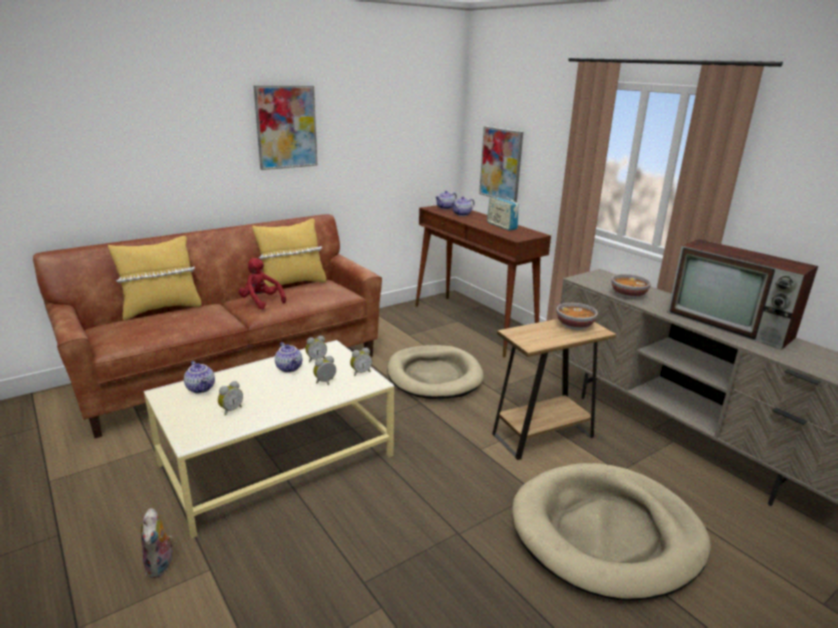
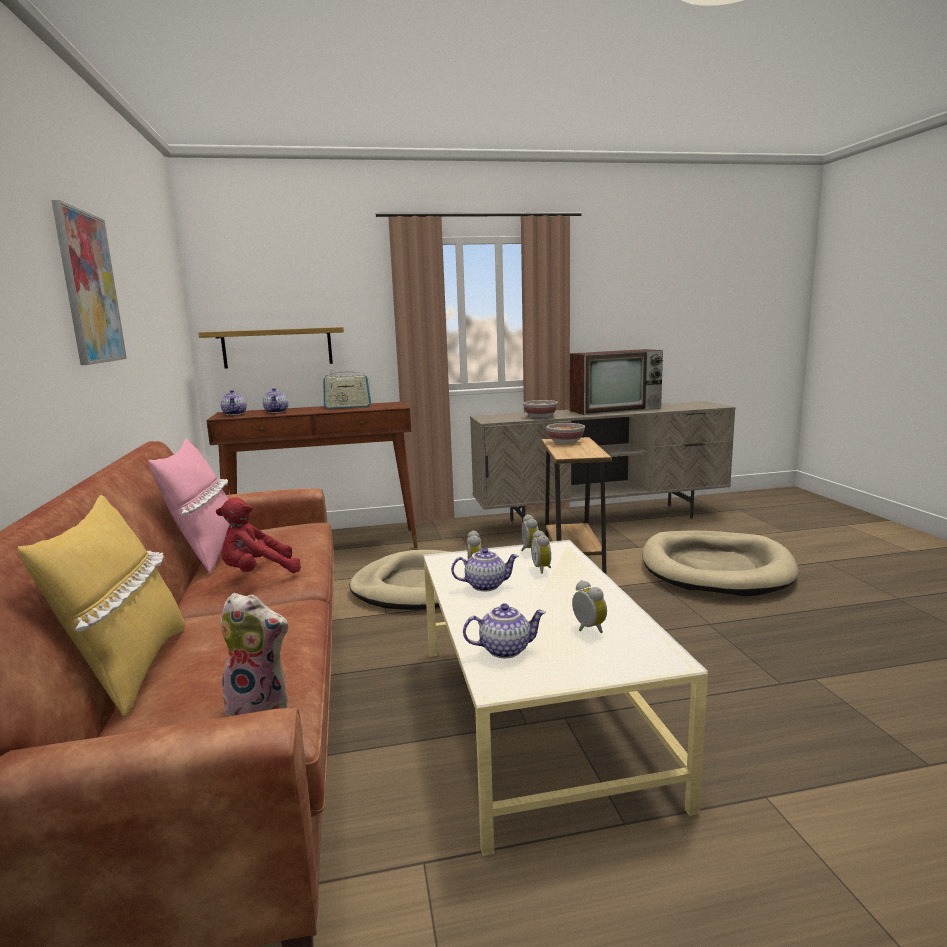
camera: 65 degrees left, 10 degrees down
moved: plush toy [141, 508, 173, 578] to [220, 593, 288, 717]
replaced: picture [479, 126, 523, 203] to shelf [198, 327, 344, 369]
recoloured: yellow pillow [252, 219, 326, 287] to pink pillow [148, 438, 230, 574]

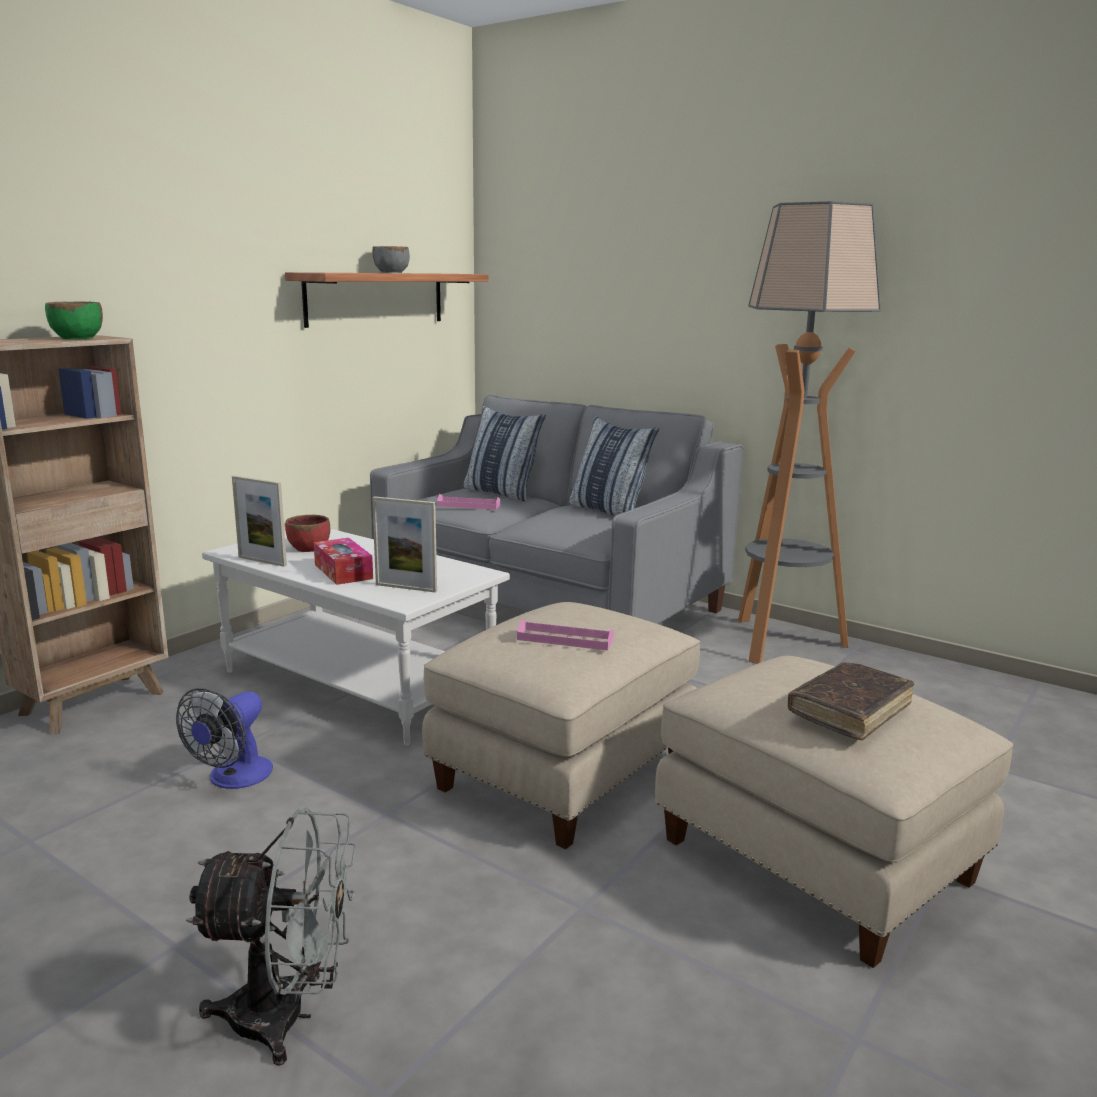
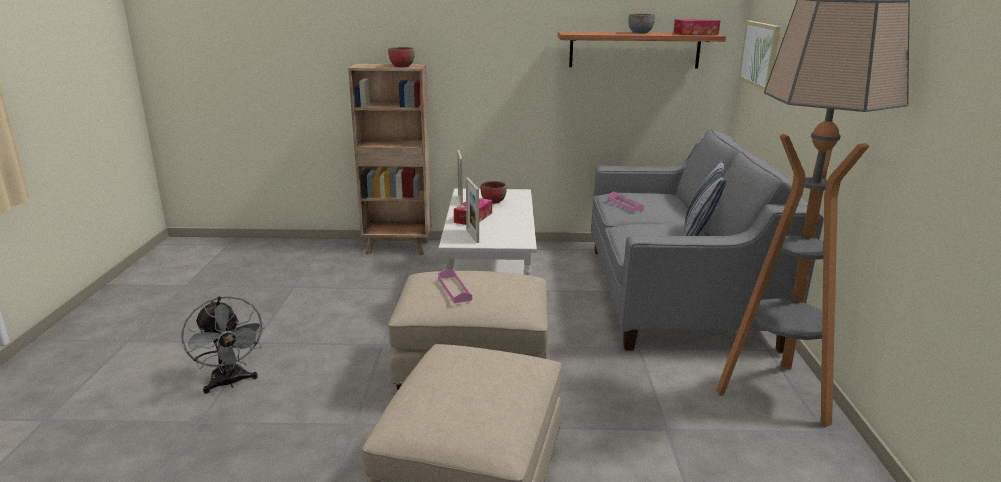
camera: 55 degrees right, 5 degrees up
removed: fan [176, 688, 273, 789]; pillow [463, 406, 546, 502]; brown book [788, 662, 915, 740]
added: tissue box [673, 19, 720, 35]; picture [738, 21, 781, 90]
recoloured: green bowl [45, 302, 103, 339] to red bowl [388, 47, 414, 67]

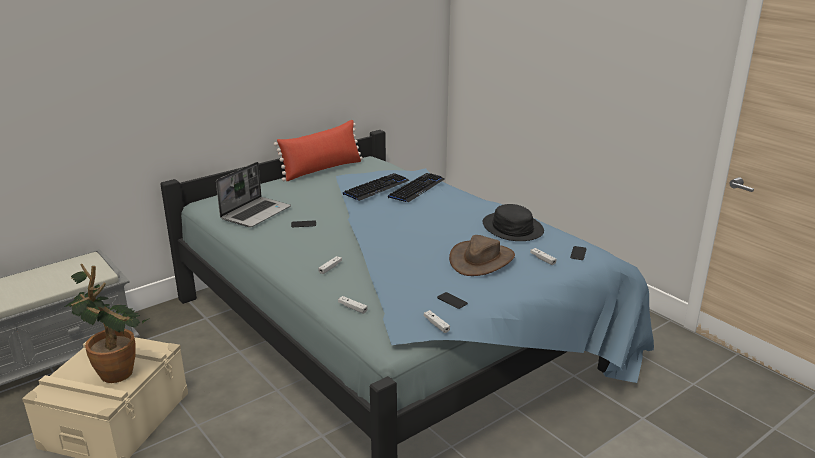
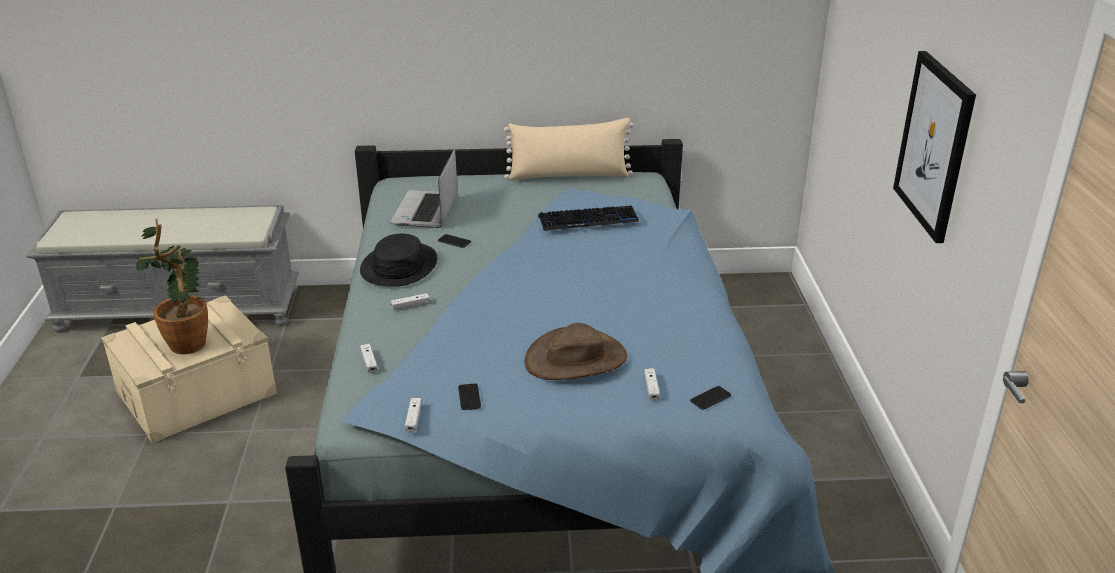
camera: 35 degrees right, 5 degrees up
removed: keyboard [388, 173, 445, 202]
added: picture [893, 51, 976, 243]
moved: black hat [483, 204, 544, 241] to [360, 233, 437, 287]
recoloured: red pillow [274, 120, 363, 181] to beige pillow [504, 118, 634, 180]
turned: laptop [216, 162, 291, 227] = [390, 149, 458, 228] 120 degrees clockwise

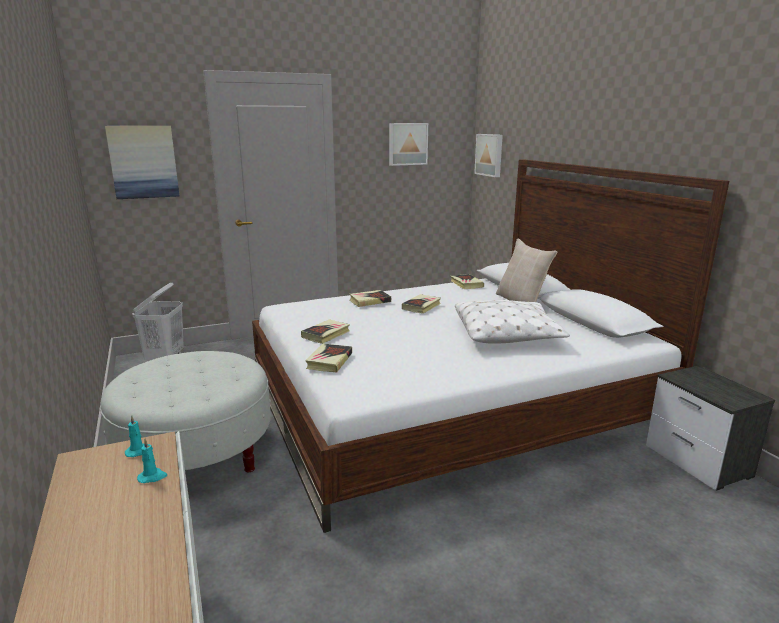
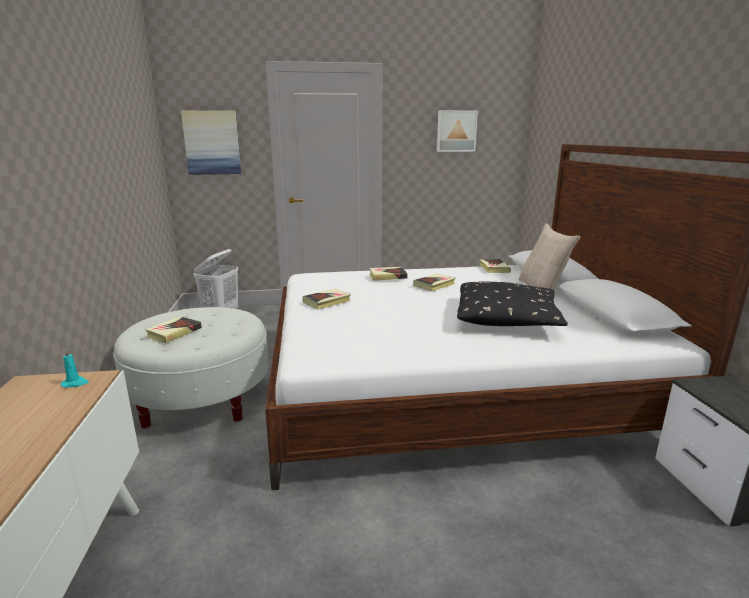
camera: 15 degrees right, 0 degrees up
removed: turquoise candle [137, 439, 167, 483]; picture [474, 134, 503, 177]
moved: book [305, 343, 352, 372] to [145, 316, 202, 343]
recoloured: white pillow [455, 300, 570, 344] to black pillow [457, 281, 568, 326]

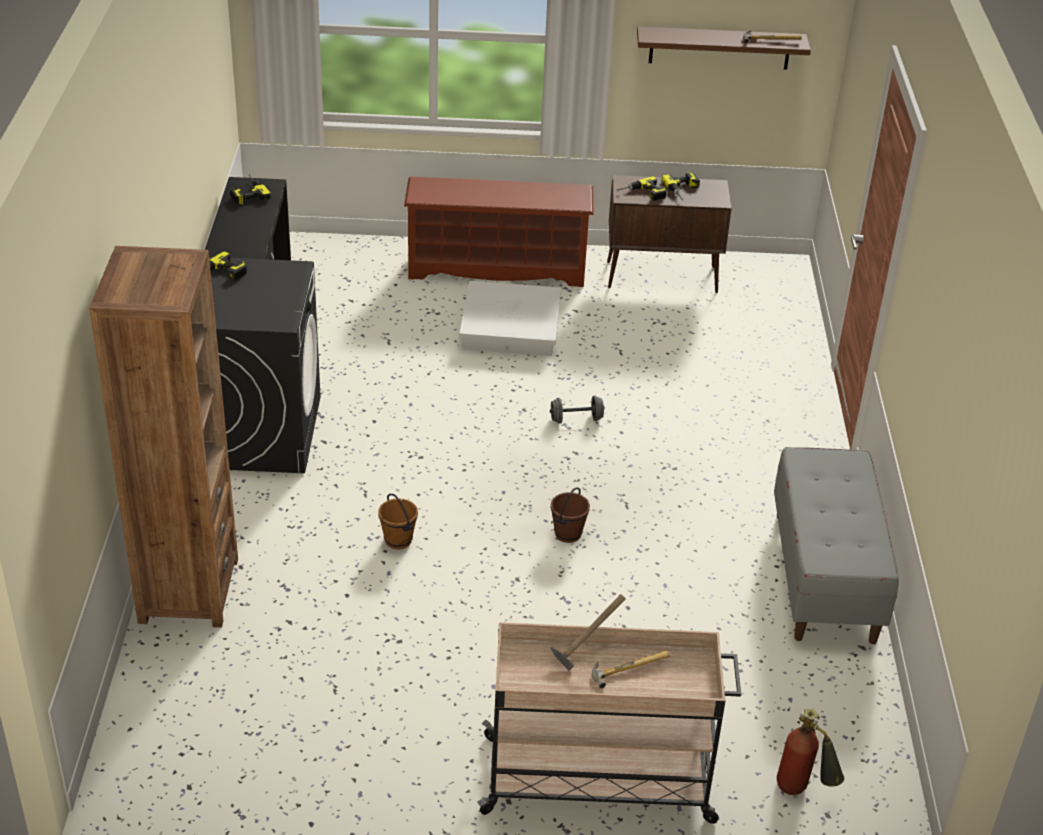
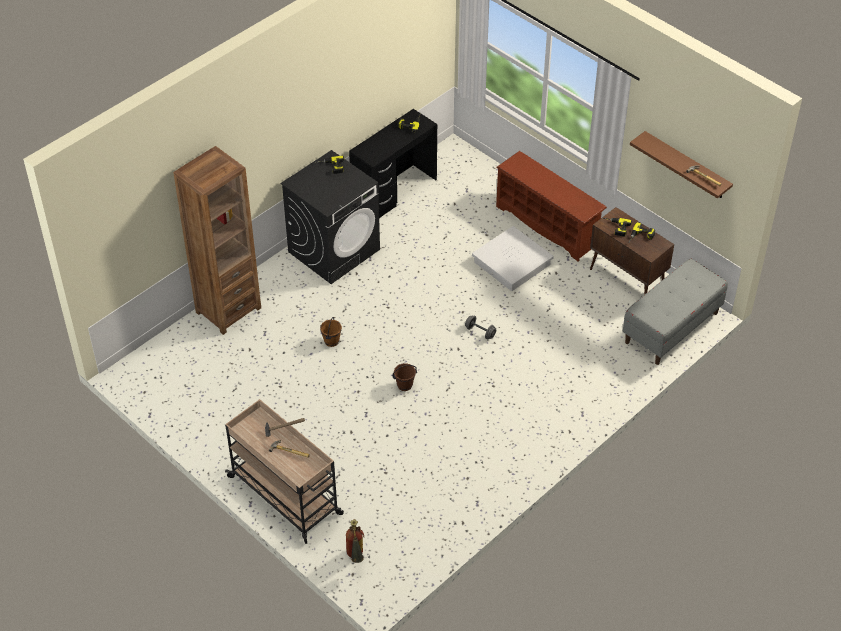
camera: 45 degrees right, 10 degrees up
moved: grey bench [774, 447, 899, 644] to [623, 258, 728, 365]

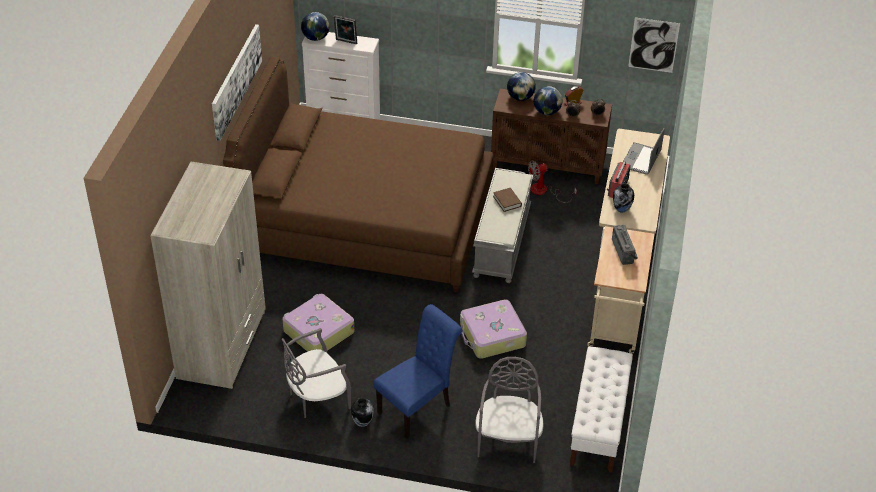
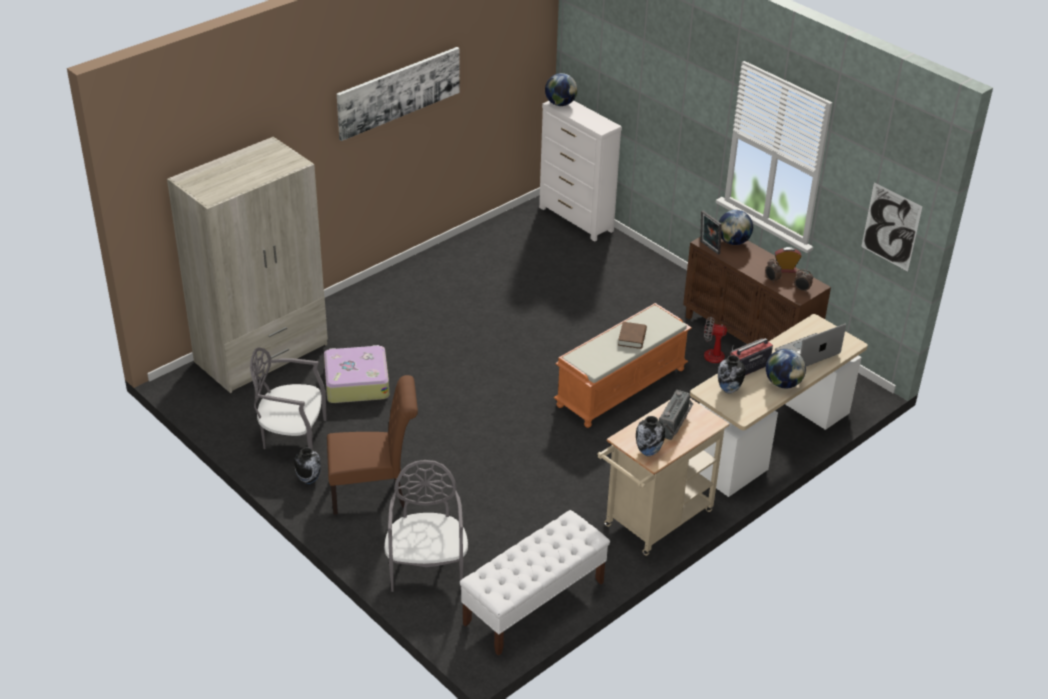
camera: 35 degrees right, 5 degrees down
removed: brown bed [223, 57, 493, 292]; suitcase [460, 299, 527, 359]
added: vase [636, 416, 665, 456]
moved: picture frame [334, 15, 357, 44] to [700, 211, 722, 255]; globe [534, 86, 563, 115] to [766, 349, 806, 388]
recoloured: blue chair [374, 304, 462, 438] to brown chair [327, 375, 418, 515]; grey bench [472, 168, 533, 283] to orange bench [554, 303, 692, 428]
turned: grey chair [475, 357, 543, 463] = [384, 460, 468, 592] 45 degrees counterclockwise

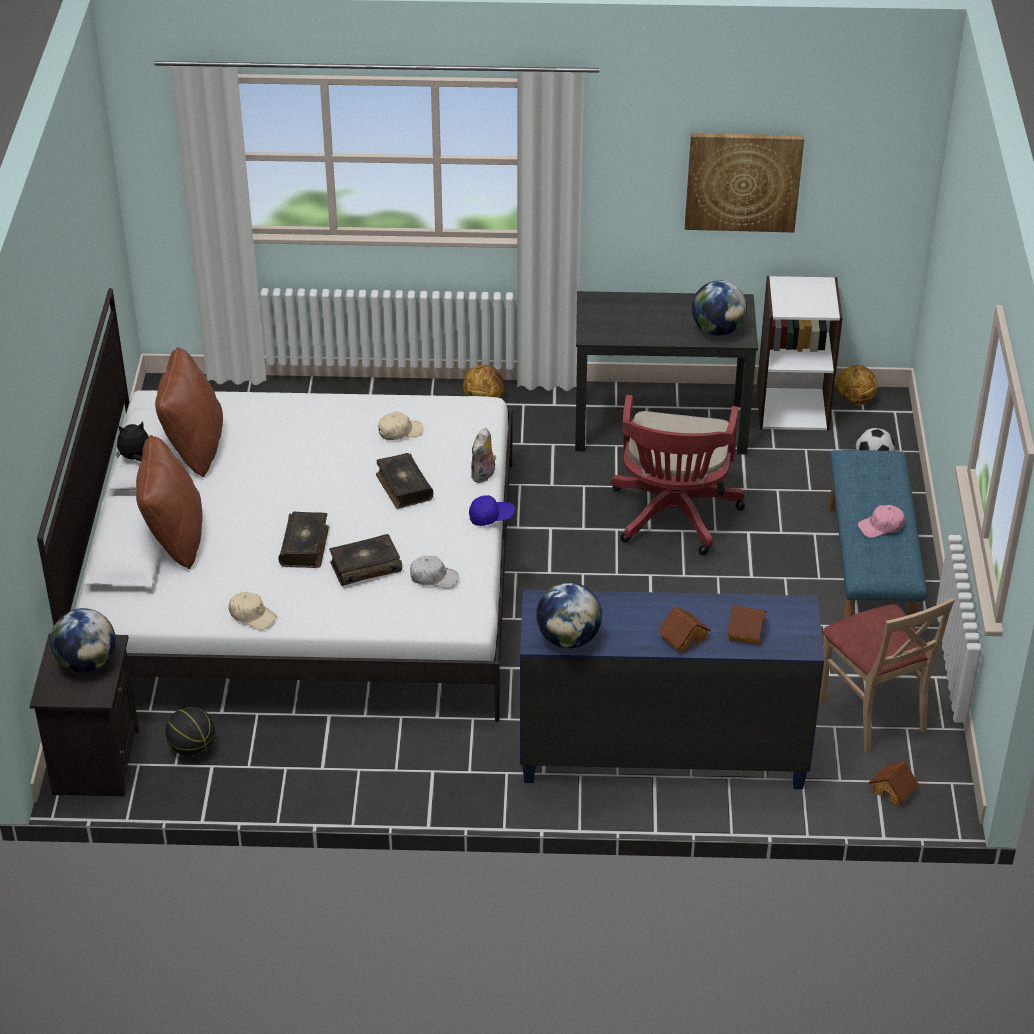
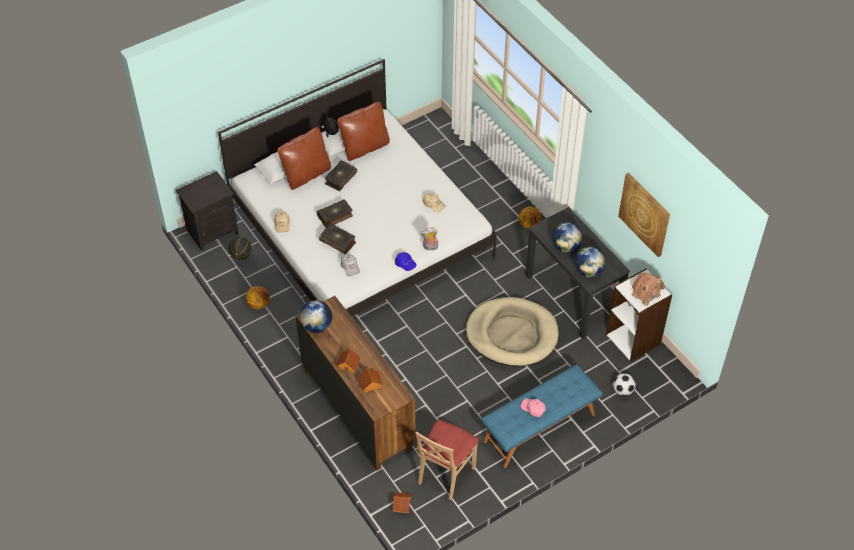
camera: 55 degrees right, 10 degrees up
added: toy house [631, 273, 664, 307]
moved: basketball [836, 365, 878, 406] to [246, 286, 269, 309]; book [376, 453, 434, 509] to [324, 160, 357, 191]; globe [50, 608, 116, 673] to [552, 222, 583, 253]
replaced: red office chair [611, 395, 745, 555] to beige dog bed [466, 297, 559, 366]
recoloured: blue dresser [520, 590, 824, 789] to brown dresser [295, 296, 416, 470]

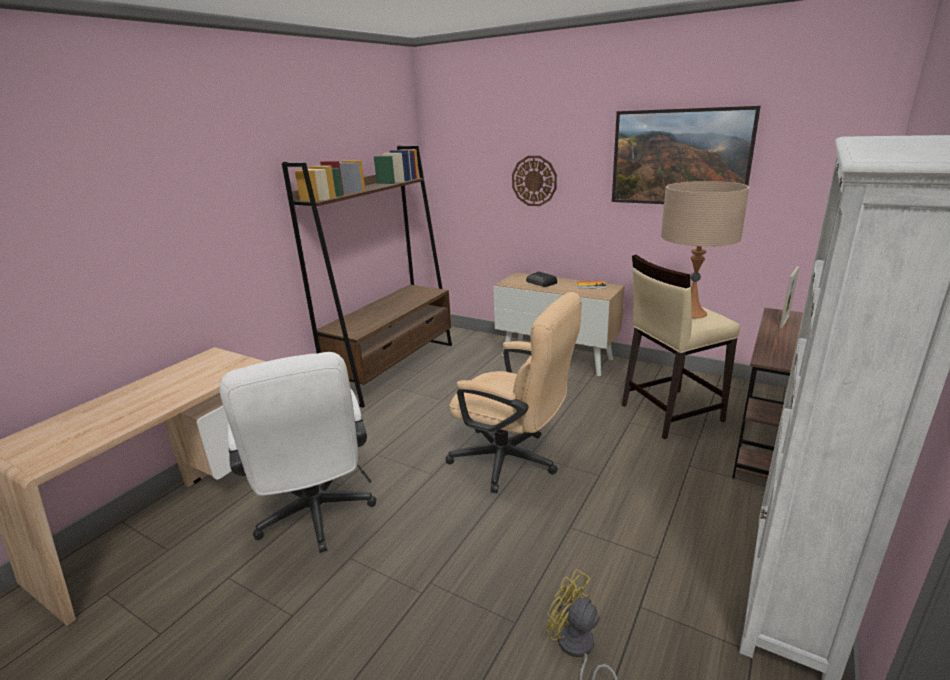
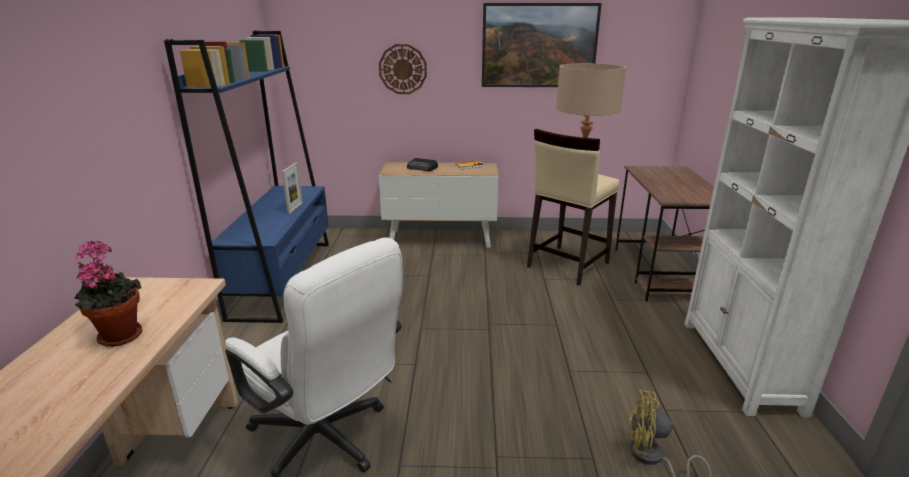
camera: 30 degrees left, 0 degrees up
removed: beige office chair [446, 292, 582, 493]
added: potted plant [74, 241, 143, 347]
moved: picture frame [780, 266, 799, 328] to [282, 163, 303, 214]
recoloured: brown bookcase [282, 146, 452, 408] to blue bookcase [164, 30, 329, 323]

